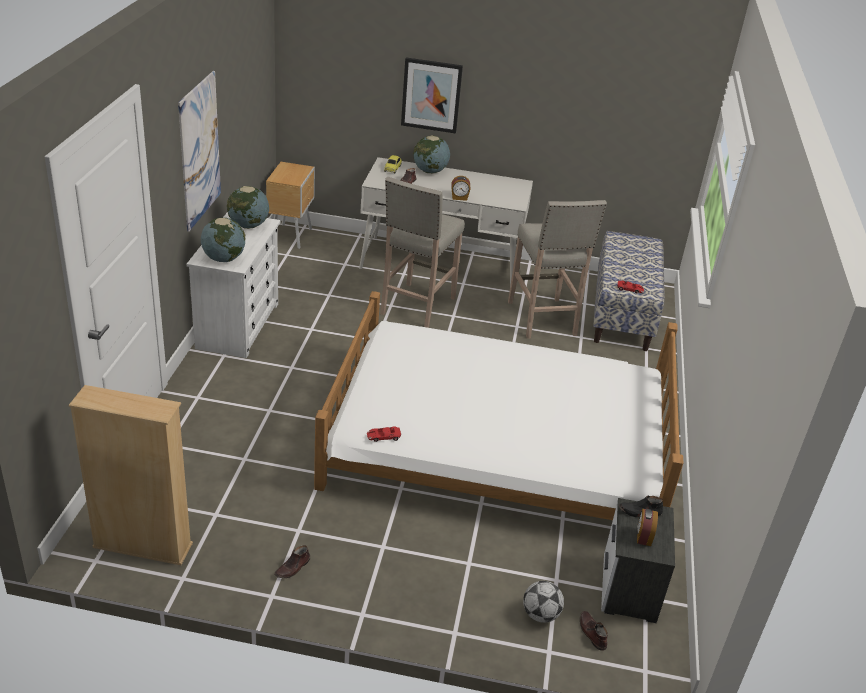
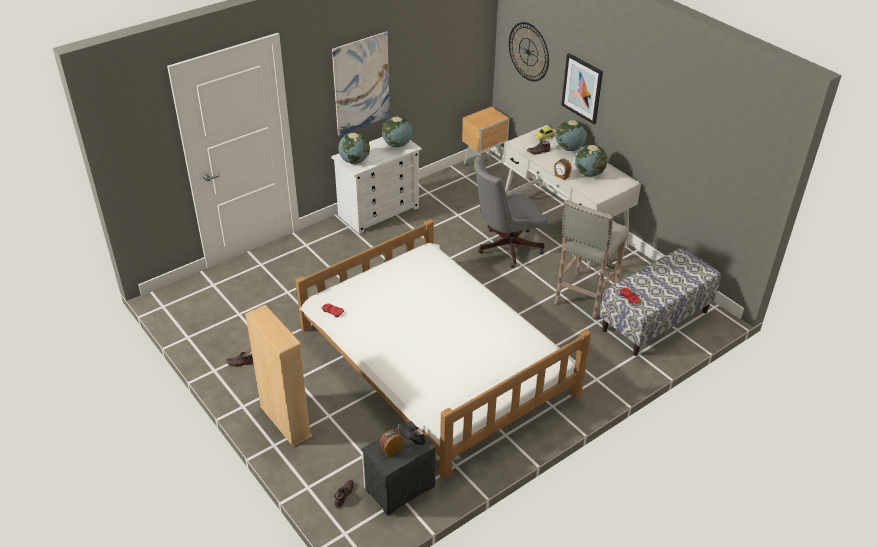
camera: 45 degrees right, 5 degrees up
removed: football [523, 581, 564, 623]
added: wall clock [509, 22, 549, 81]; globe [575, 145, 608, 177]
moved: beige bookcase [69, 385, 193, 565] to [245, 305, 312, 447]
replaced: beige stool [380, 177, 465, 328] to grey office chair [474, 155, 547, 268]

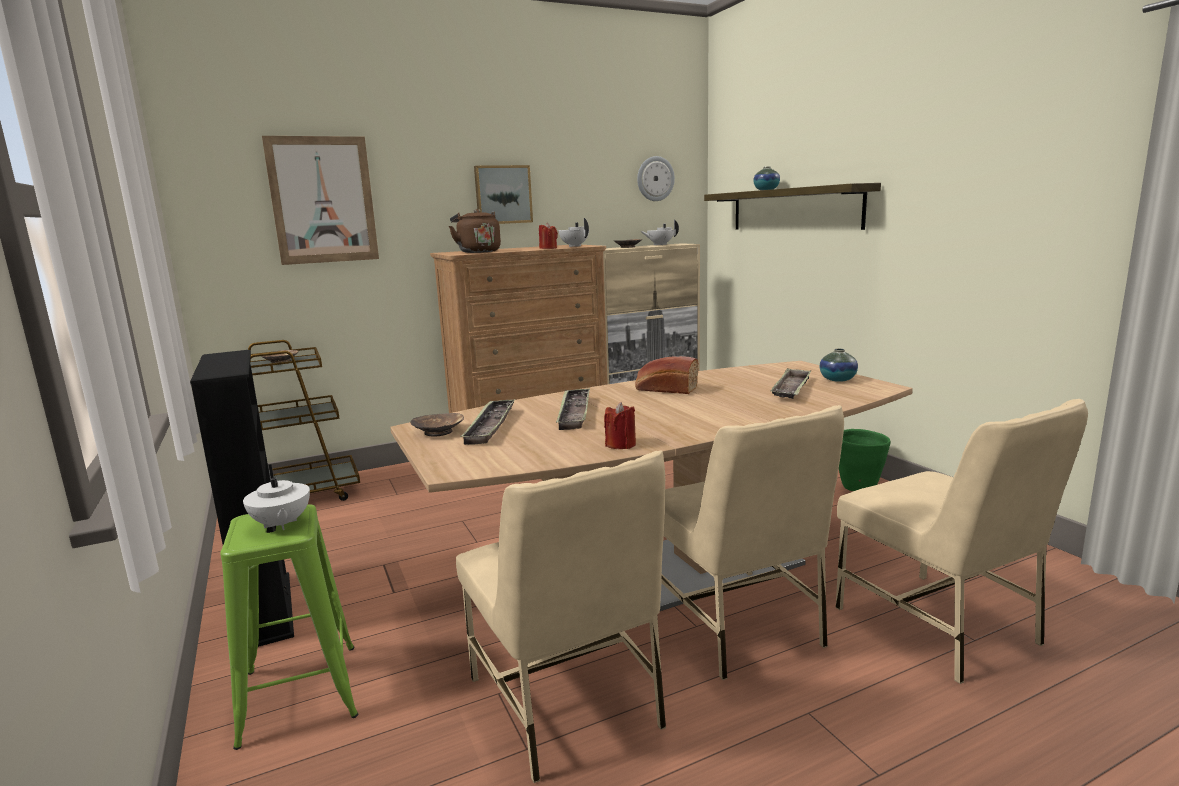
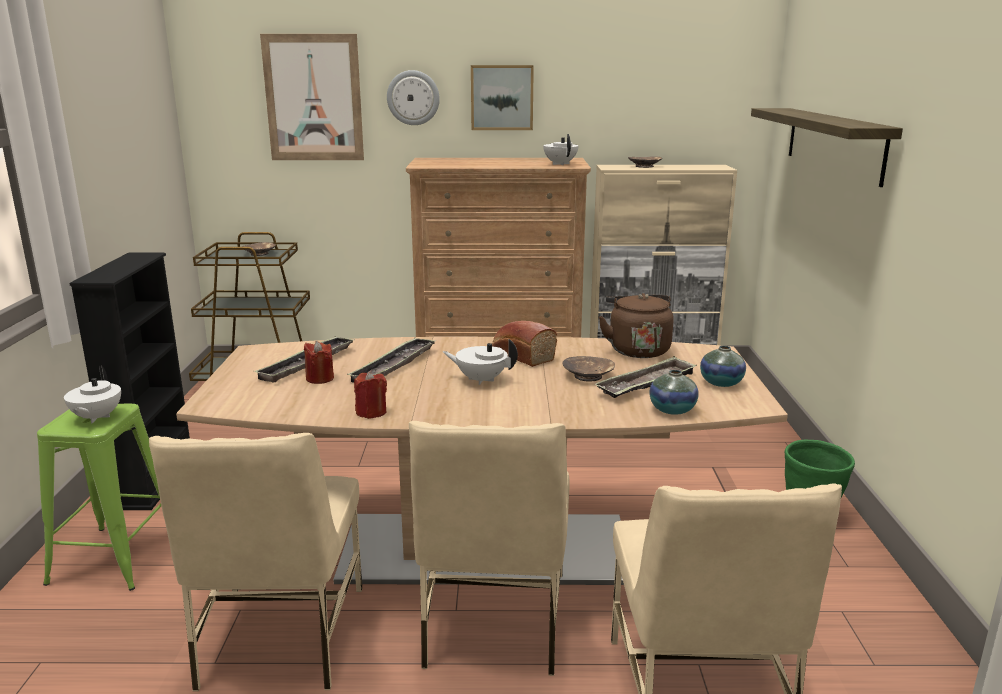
camera: 25 degrees right, 5 degrees up
moved: red candle [539, 223, 558, 249] to [304, 341, 334, 384]; wall clock [637, 156, 675, 201] to [387, 70, 440, 125]; white teapot [640, 220, 679, 245] to [443, 339, 518, 385]; brown bowl [410, 413, 464, 436] to [562, 356, 615, 382]; brown kettle [449, 209, 501, 253] to [599, 293, 674, 358]; vase [753, 166, 780, 190] to [649, 370, 699, 415]

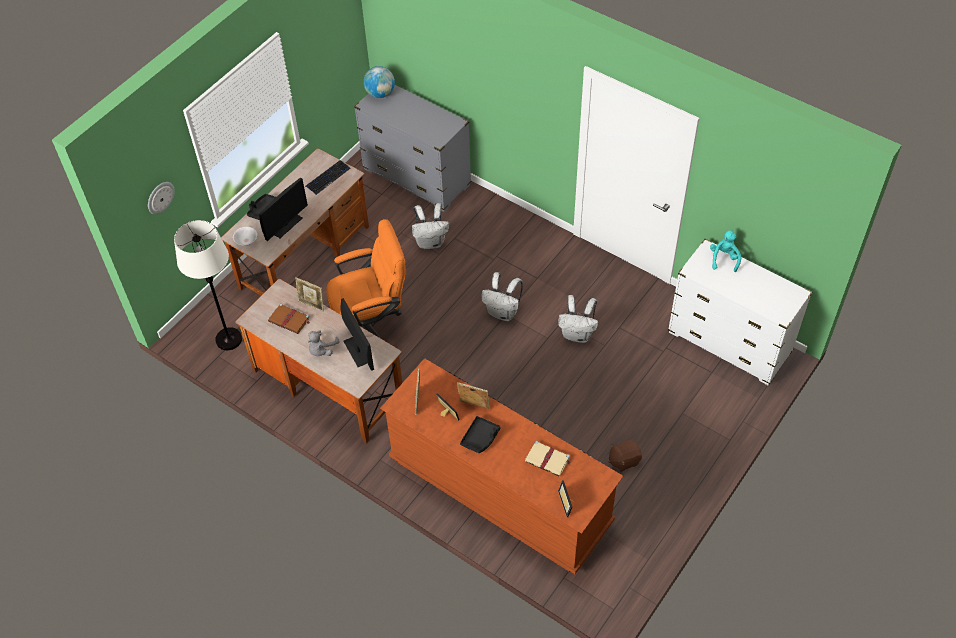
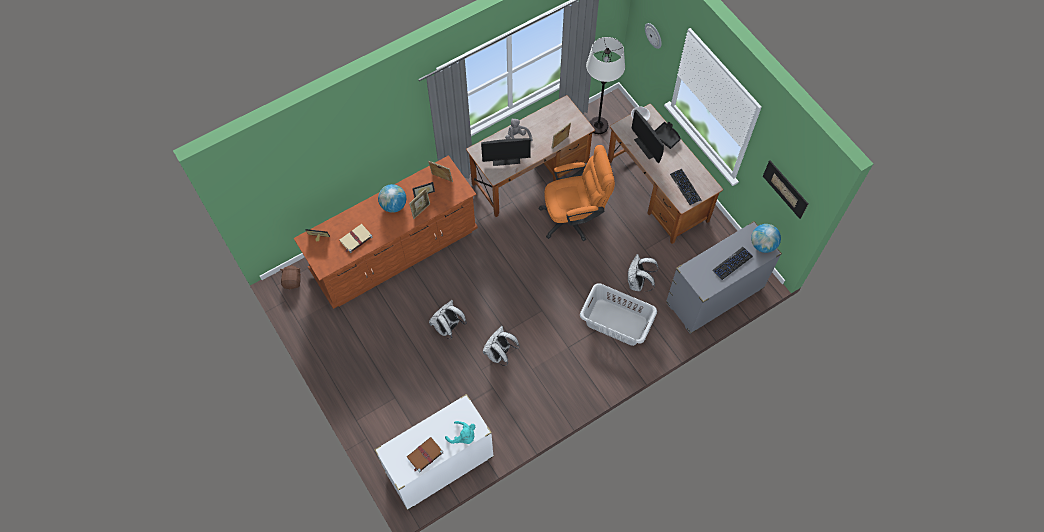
camera: 110 degrees right, 10 degrees up
added: grey laundry basket [580, 283, 657, 346]; keyboard [712, 247, 753, 280]; picture [763, 161, 808, 219]
moved: brown plush toy [609, 440, 642, 472] to [280, 265, 301, 290]; brown book [268, 303, 310, 334] to [407, 437, 444, 472]; white backpack [482, 272, 523, 321] to [429, 300, 467, 340]
replaced: black tray [460, 416, 501, 453] to globe [378, 184, 406, 213]
turned: orange office chair [326, 219, 406, 339] = [539, 145, 615, 241] 105 degrees counterclockwise

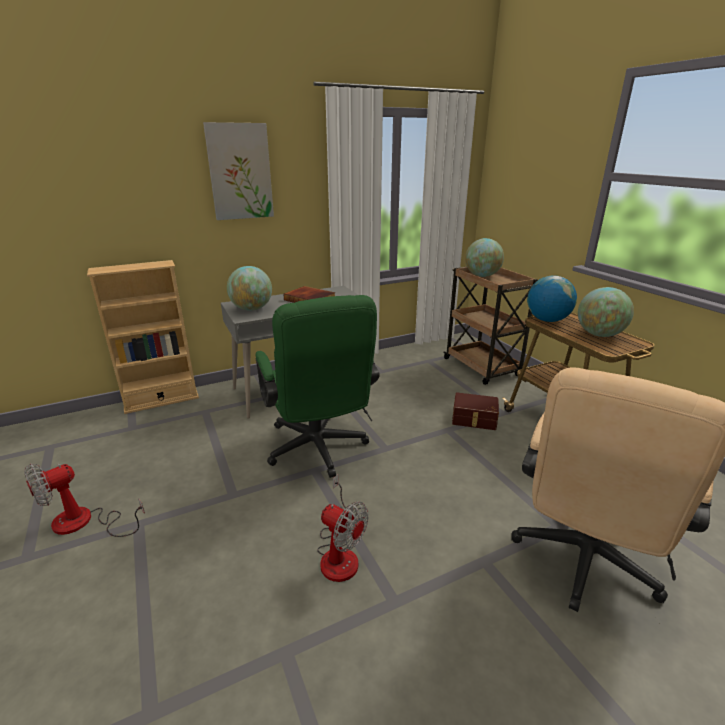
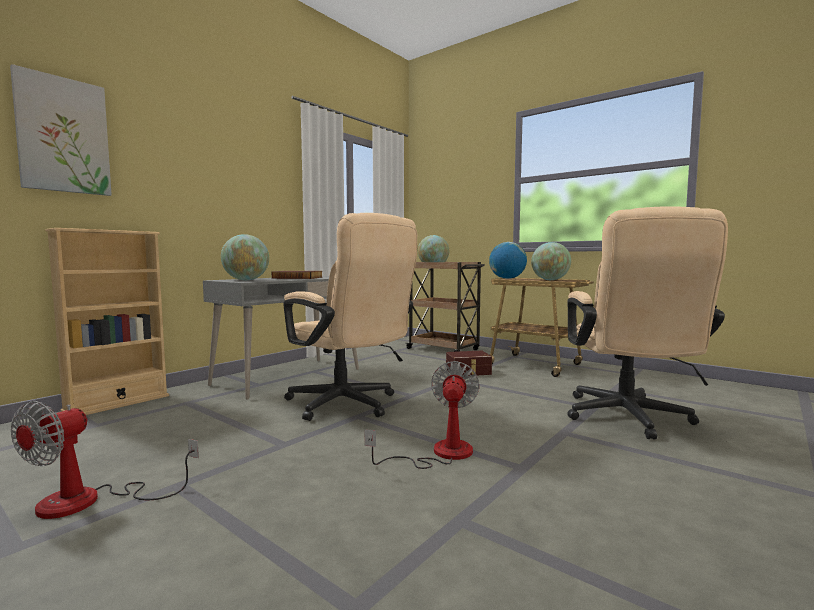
camera: 25 degrees left, 20 degrees down
moved: picture [203, 122, 274, 220] to [10, 64, 112, 196]
recoloured: green office chair [255, 295, 380, 478] to beige office chair [283, 213, 417, 421]
turned: fan [317, 474, 369, 582] = [365, 361, 480, 469] 90 degrees counterclockwise

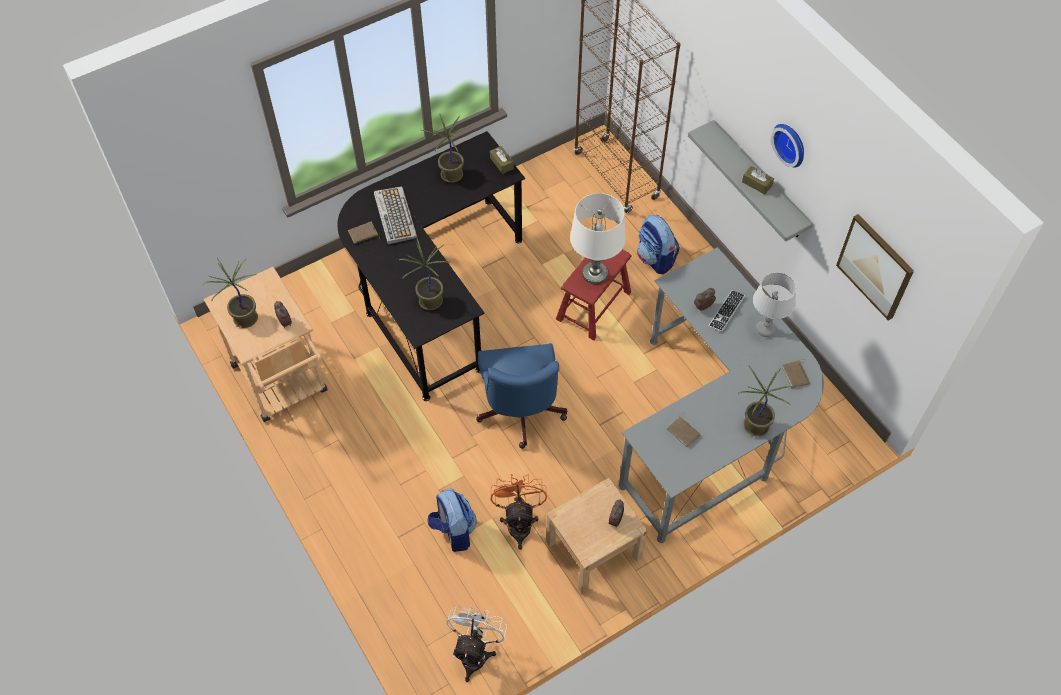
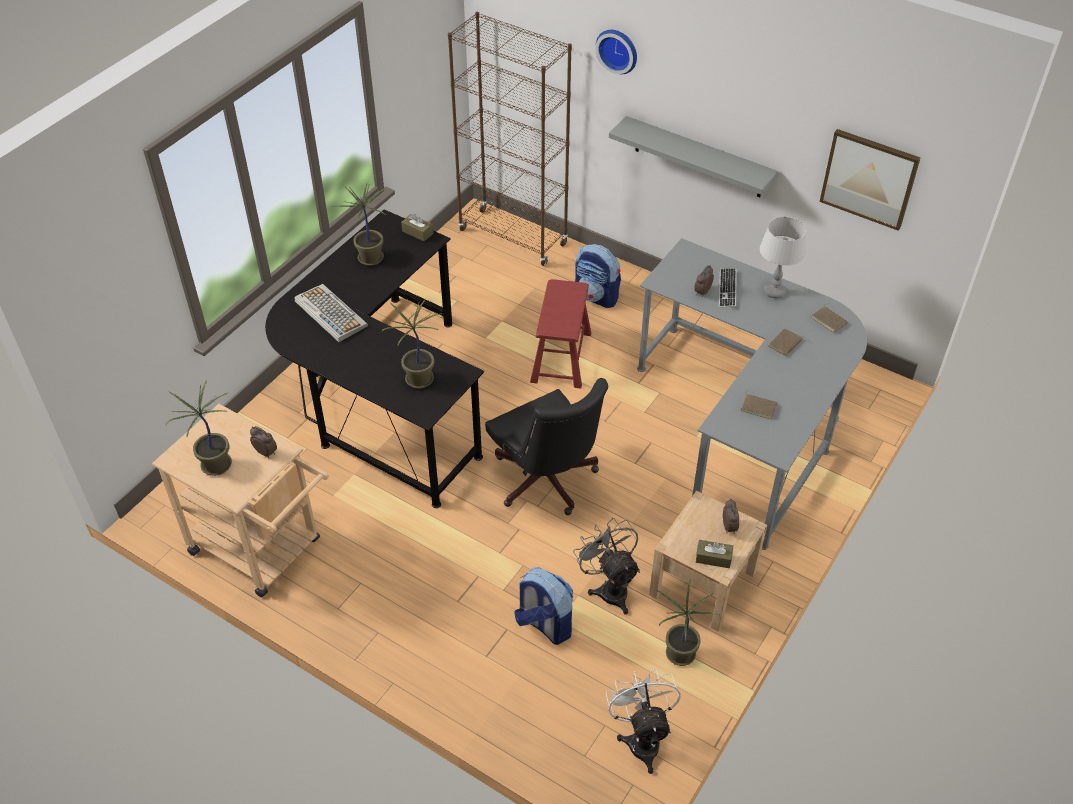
camera: 25 degrees left, 10 degrees down
removed: white table lamp [570, 193, 626, 284]
moved: wall clock [771, 124, 804, 167] to [595, 30, 637, 74]; potted plant [738, 366, 795, 437] to [656, 579, 721, 666]; brown tissue box [742, 166, 774, 194] to [696, 540, 733, 568]; brown book [348, 222, 380, 244] to [768, 328, 808, 356]
recoloured: blue office chair [476, 343, 567, 449] to black office chair [485, 378, 608, 515]; orange fan [491, 474, 547, 550] to grey fan [573, 518, 640, 615]

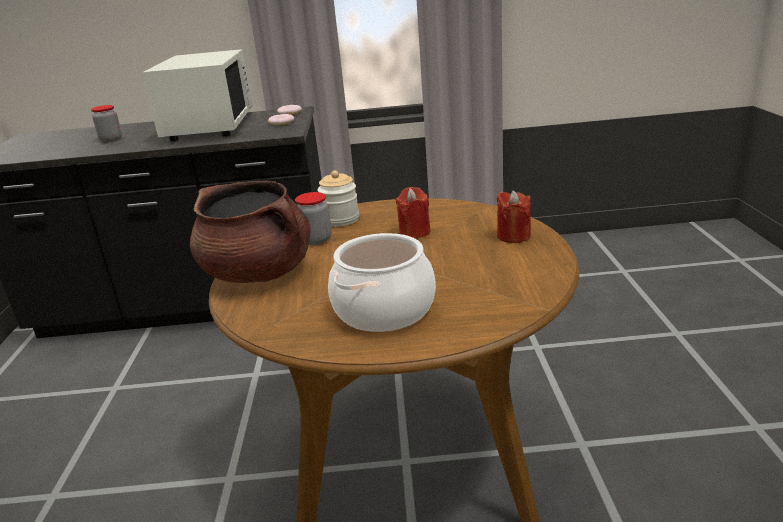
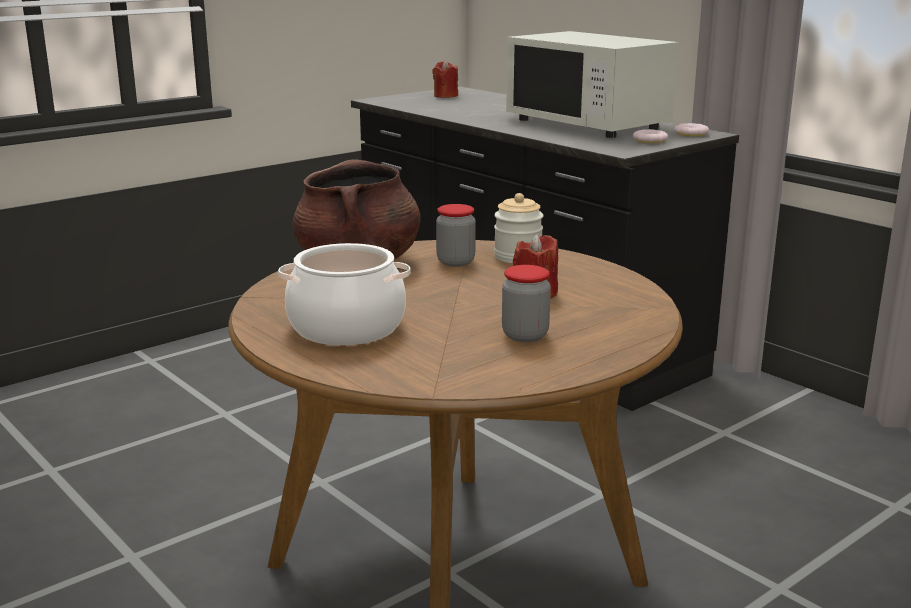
camera: 50 degrees right, 5 degrees down
moved: red candle [496, 190, 531, 243] to [432, 60, 458, 98]; jar [91, 105, 122, 142] to [502, 265, 551, 342]
turned: white microwave [142, 49, 253, 142] = [506, 31, 679, 138] 90 degrees clockwise

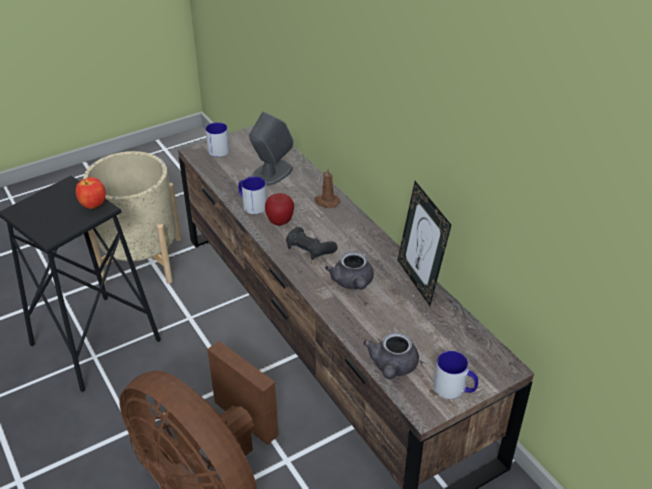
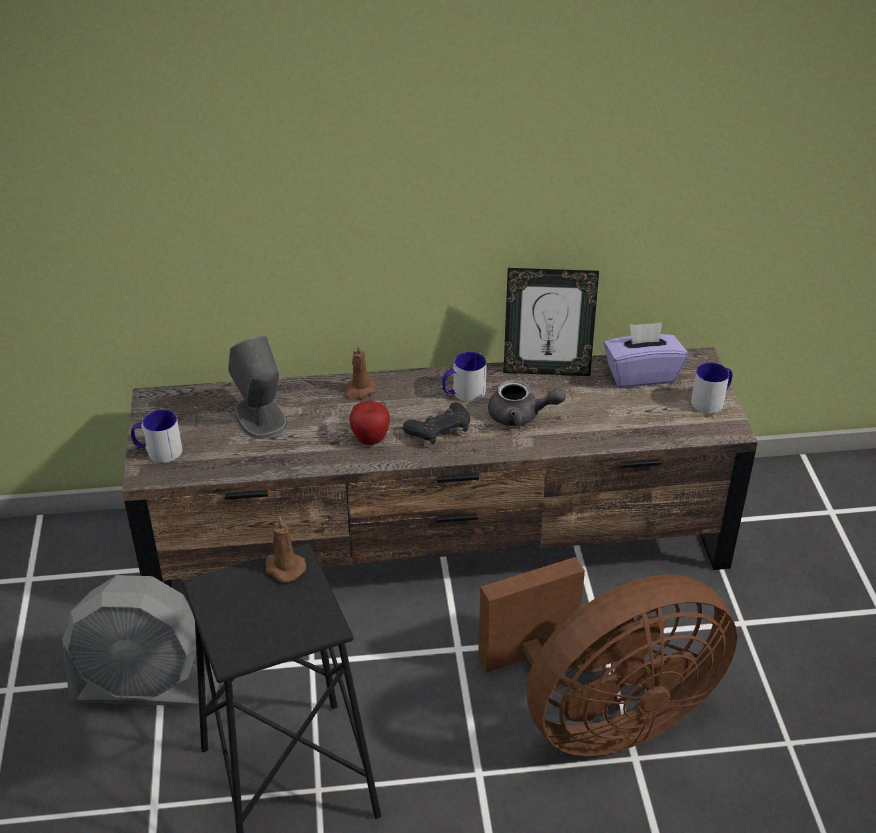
camera: 65 degrees left, 0 degrees up
removed: grey teapot [363, 332, 419, 379]
added: purple tissue box [604, 322, 688, 387]
moved: mug [238, 176, 267, 214] to [442, 351, 487, 402]
replaced: beige planter [83, 151, 182, 284] to grey fan [62, 575, 219, 707]; apple [76, 177, 106, 209] to brown candle [266, 516, 306, 582]

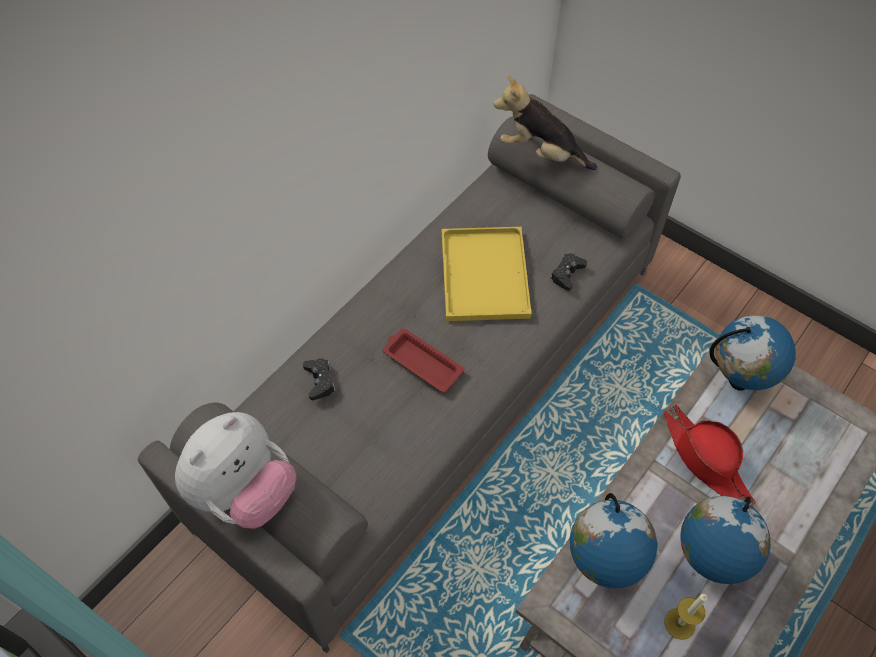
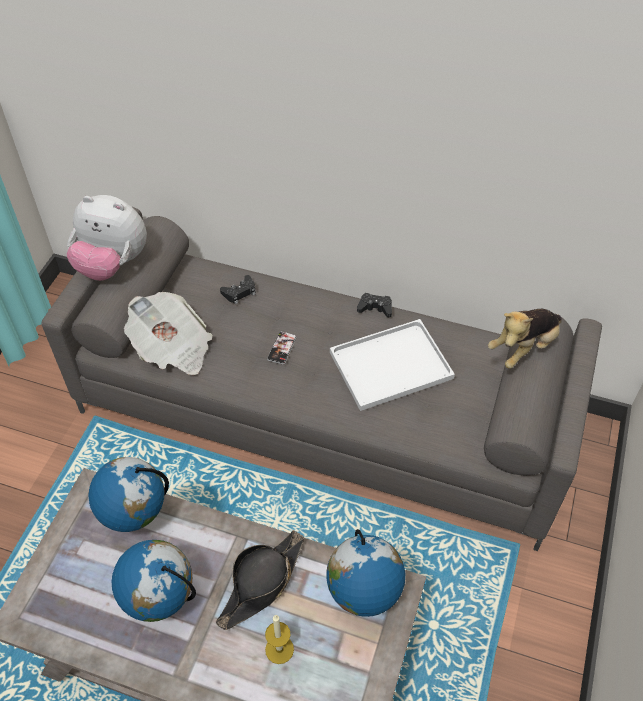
camera: 70 degrees right, 5 degrees down
added: newspaper [124, 292, 213, 375]
moved: candle [664, 594, 707, 640] to [265, 615, 294, 664]; black game controller [550, 253, 587, 291] to [357, 293, 392, 317]
replaced: red tray [382, 328, 465, 393] to phone [267, 331, 297, 365]
recoloured: red hat [664, 404, 756, 506] to black hat [216, 530, 304, 631]; yellow tray [442, 227, 531, 321] to white tray [330, 319, 455, 411]
turned: plush toy [494, 76, 597, 170] = [488, 309, 562, 369] 135 degrees counterclockwise

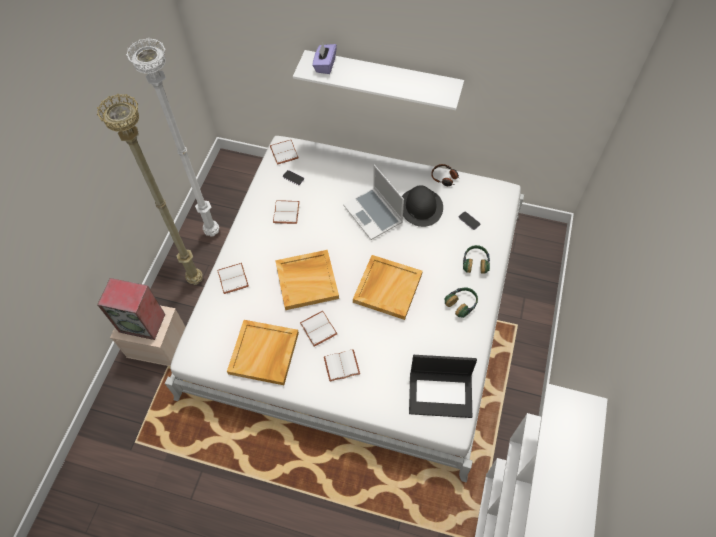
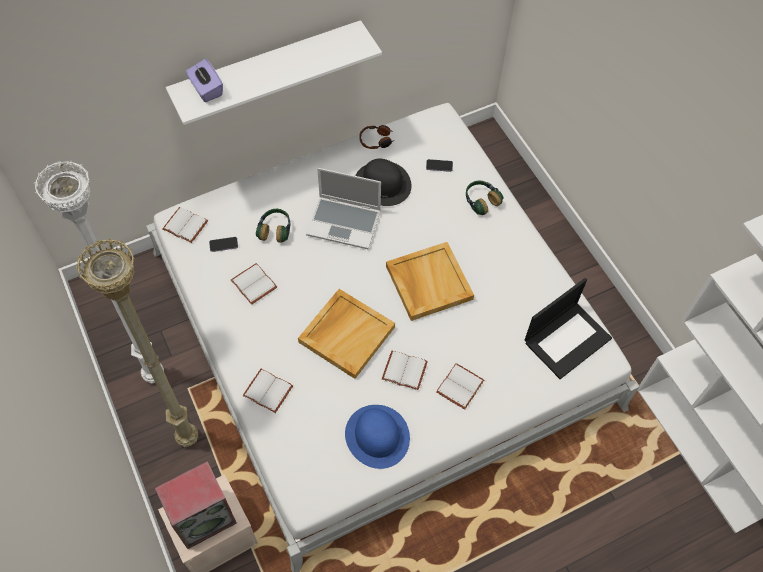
camera: 45 degrees left, 0 degrees up
moved: headphones [444, 288, 478, 318] to [256, 209, 291, 243]
replaced: beige tray [227, 320, 299, 385] to blue hat [345, 405, 410, 469]

